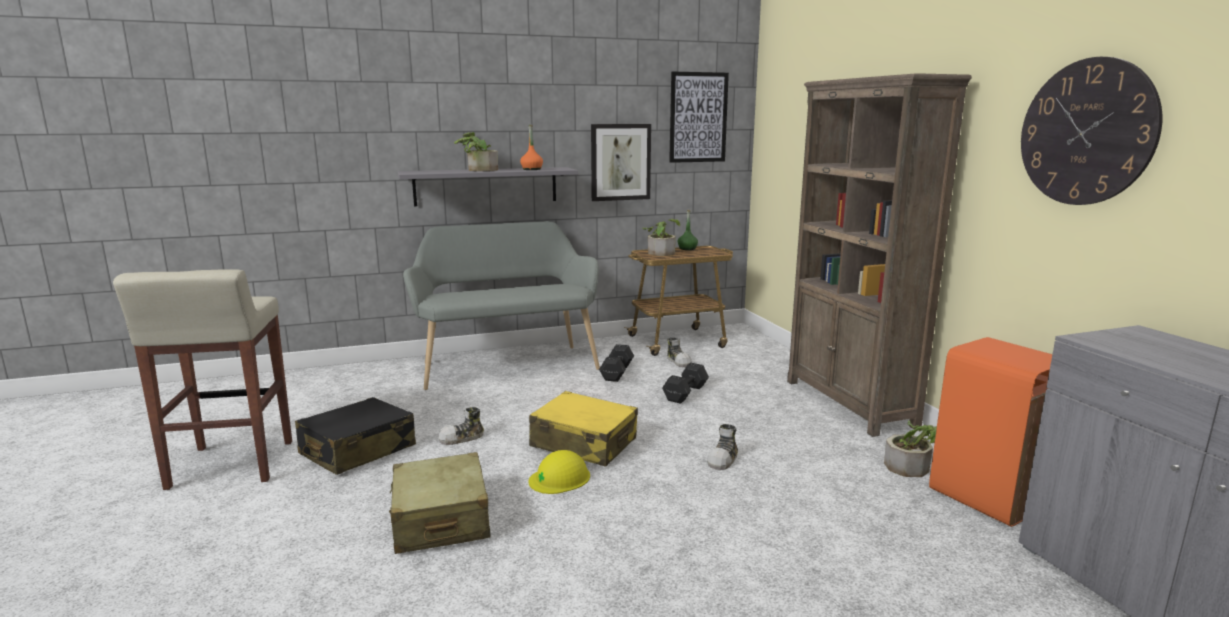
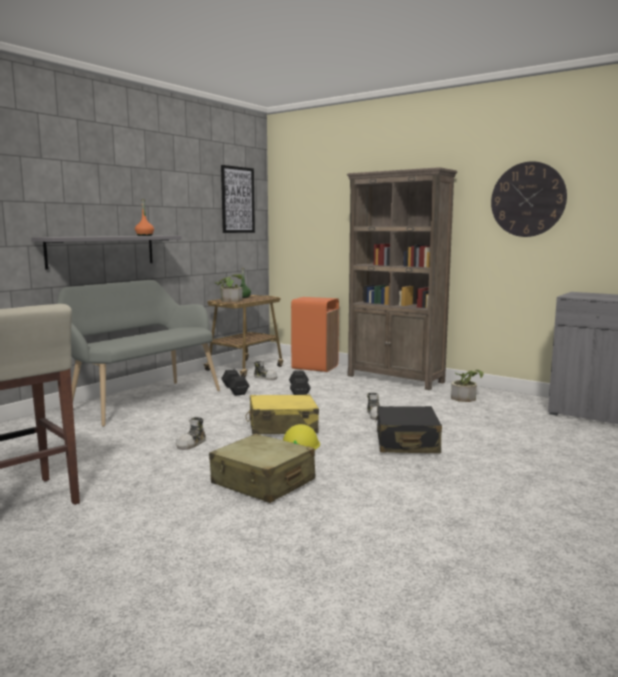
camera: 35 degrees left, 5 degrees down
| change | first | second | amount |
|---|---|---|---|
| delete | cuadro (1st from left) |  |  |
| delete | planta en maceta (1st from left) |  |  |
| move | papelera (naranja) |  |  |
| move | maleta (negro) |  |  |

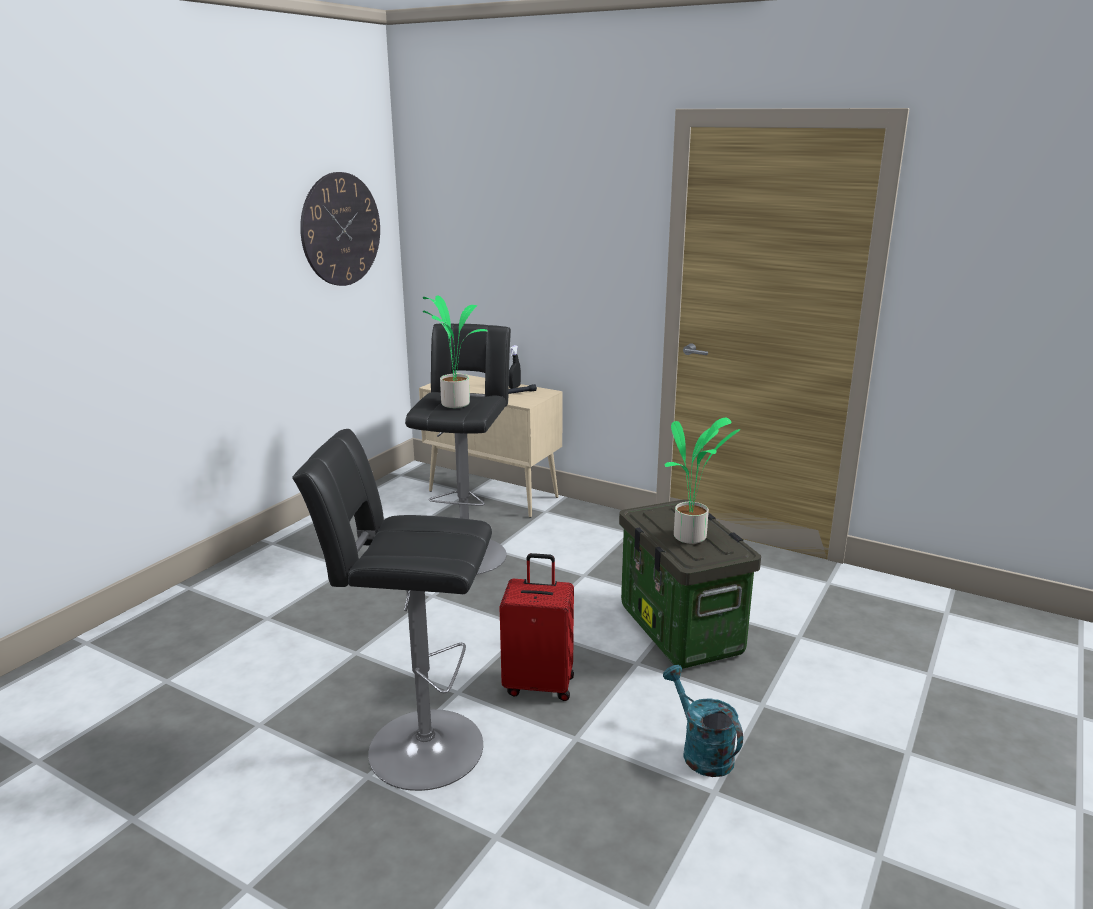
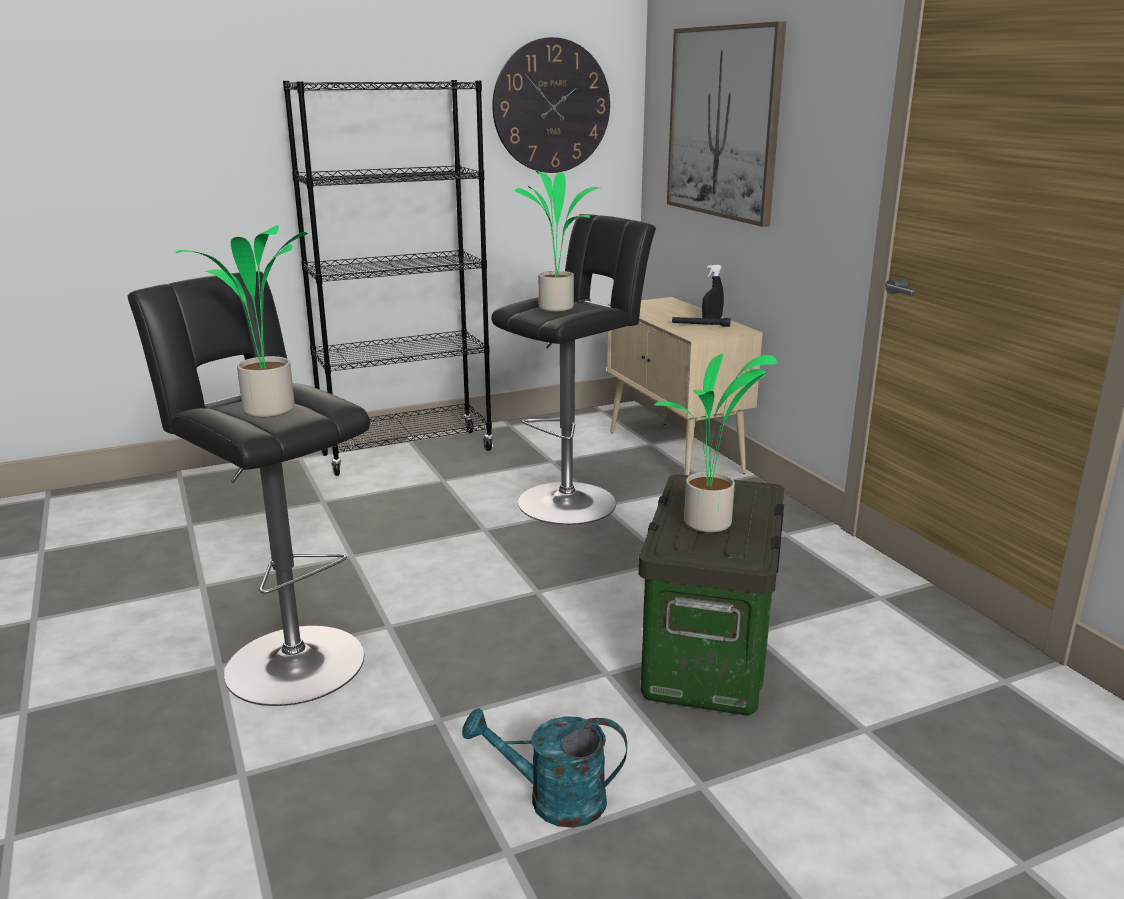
camera: 35 degrees right, 0 degrees up
| change | first | second | amount |
|---|---|---|---|
| delete | maleta (rojo) |  |  |
| rotate | regadera (turquesa) |  | 90 degrees counterclockwise |
| insert |  | cuadro |  |
| insert |  | estantería (negro) |  |
| insert |  | planta en maceta (1st from left) |  |

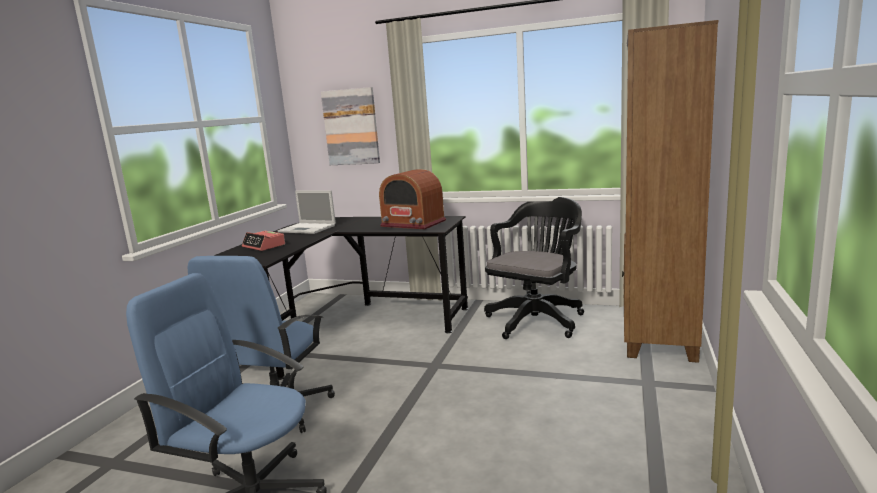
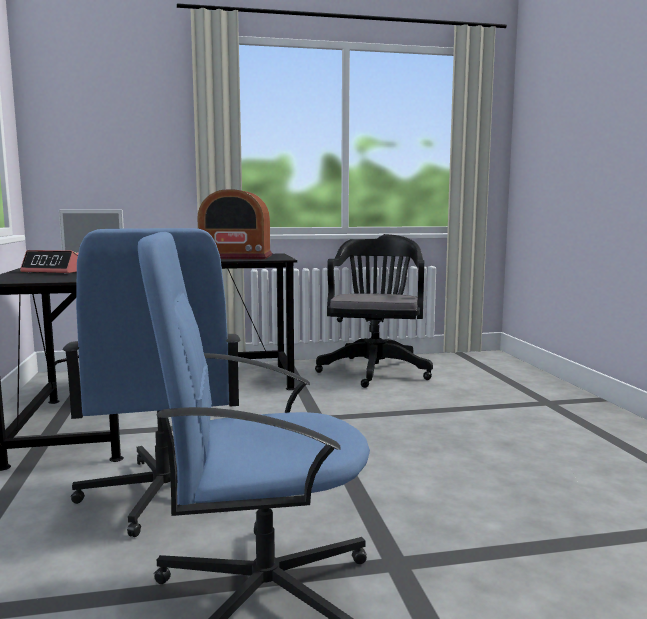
camera: 30 degrees left, 5 degrees down
| change | first | second | amount |
|---|---|---|---|
| delete | estantería (marrón) |  |  |
| delete | cuadro |  |  |

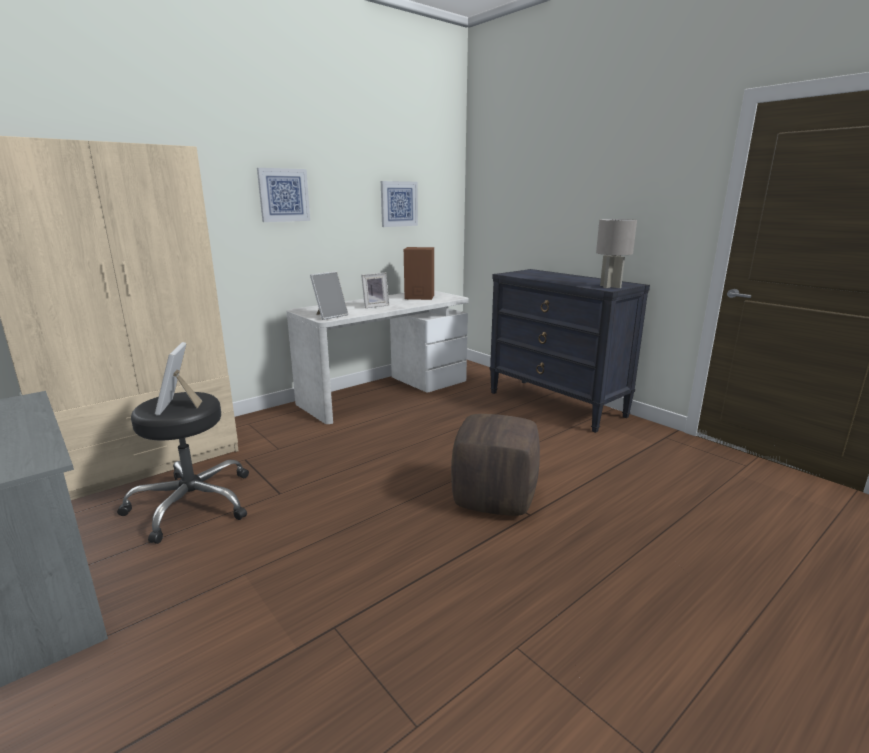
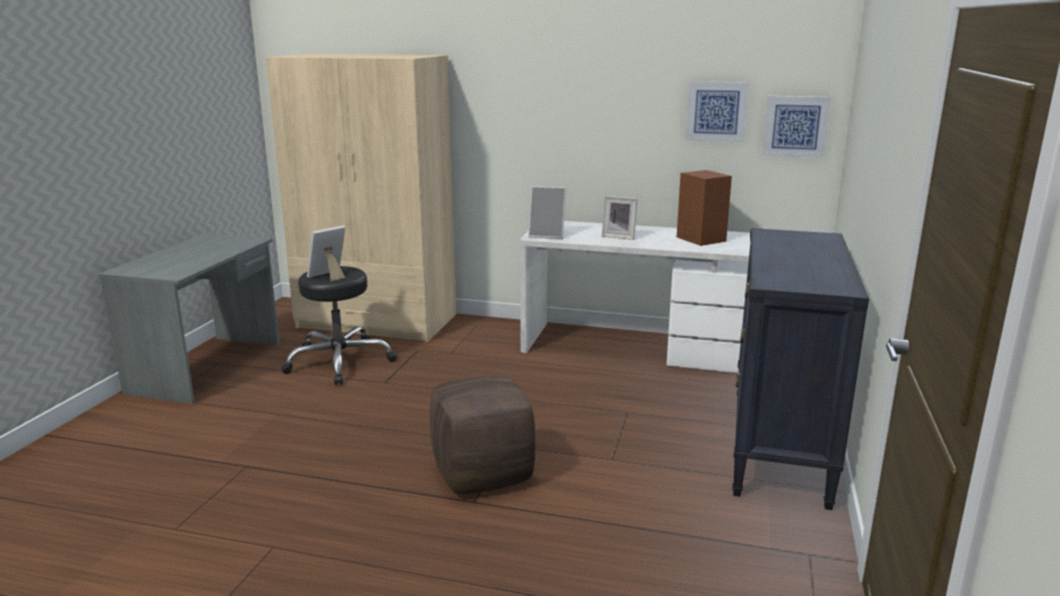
camera: 55 degrees right, 0 degrees up
| change | first | second | amount |
|---|---|---|---|
| move | cuadro (1st from left in the first image) | cuadro (2nd from left) |  |
| delete | lámpara de mesa (gris) |  |  |

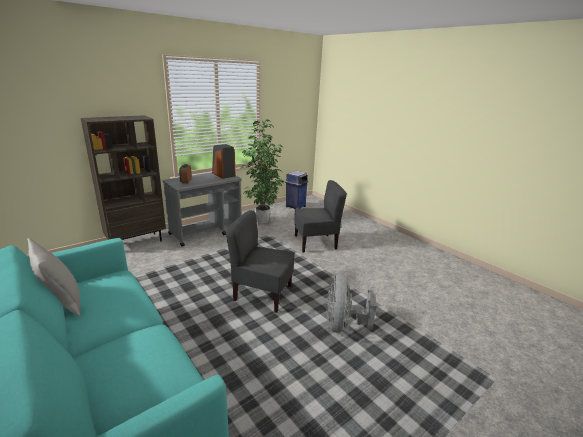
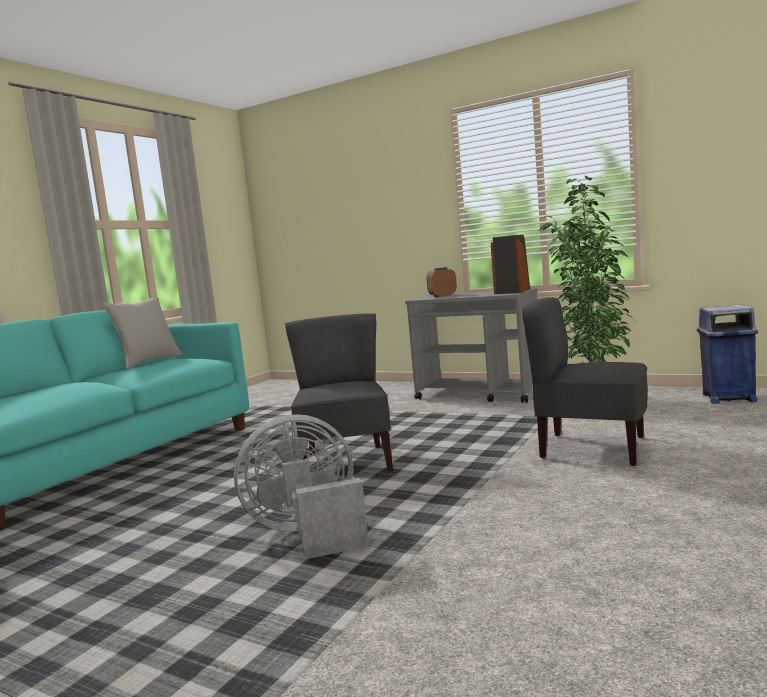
camera: 70 degrees right, 15 degrees down
| change | first | second | amount |
|---|---|---|---|
| delete | estantería (marrón) |  |  |
| rotate | silla (gris) (2nd from left) |  | 150 degrees clockwise |

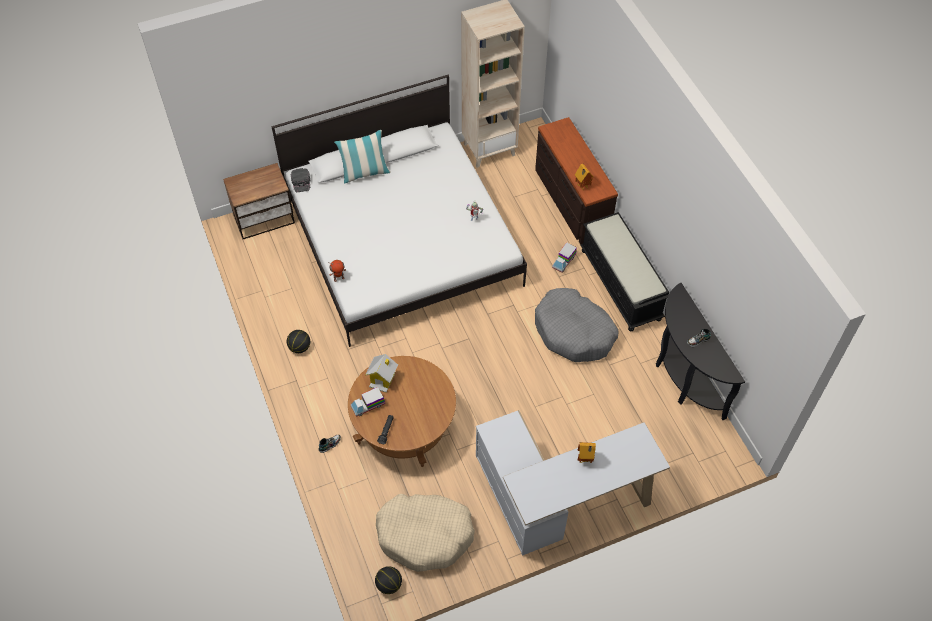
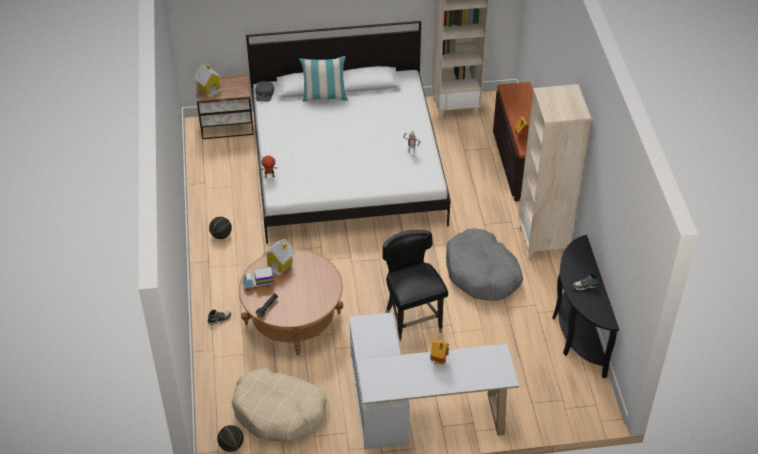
camera: 15 degrees right, 10 degrees down
| change | first | second | amount |
|---|---|---|---|
| replace | banco (negro) | estantería (beis) (2nd from left) |  |
| delete | camión de juguete (2nd from left) |  |  |
| insert |  | casita (1st from left) |  |
| insert |  | silla (negro) |  |

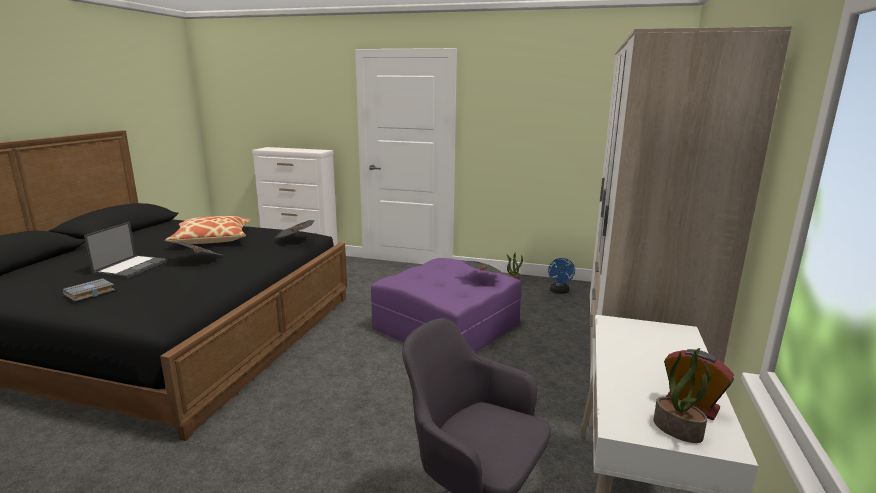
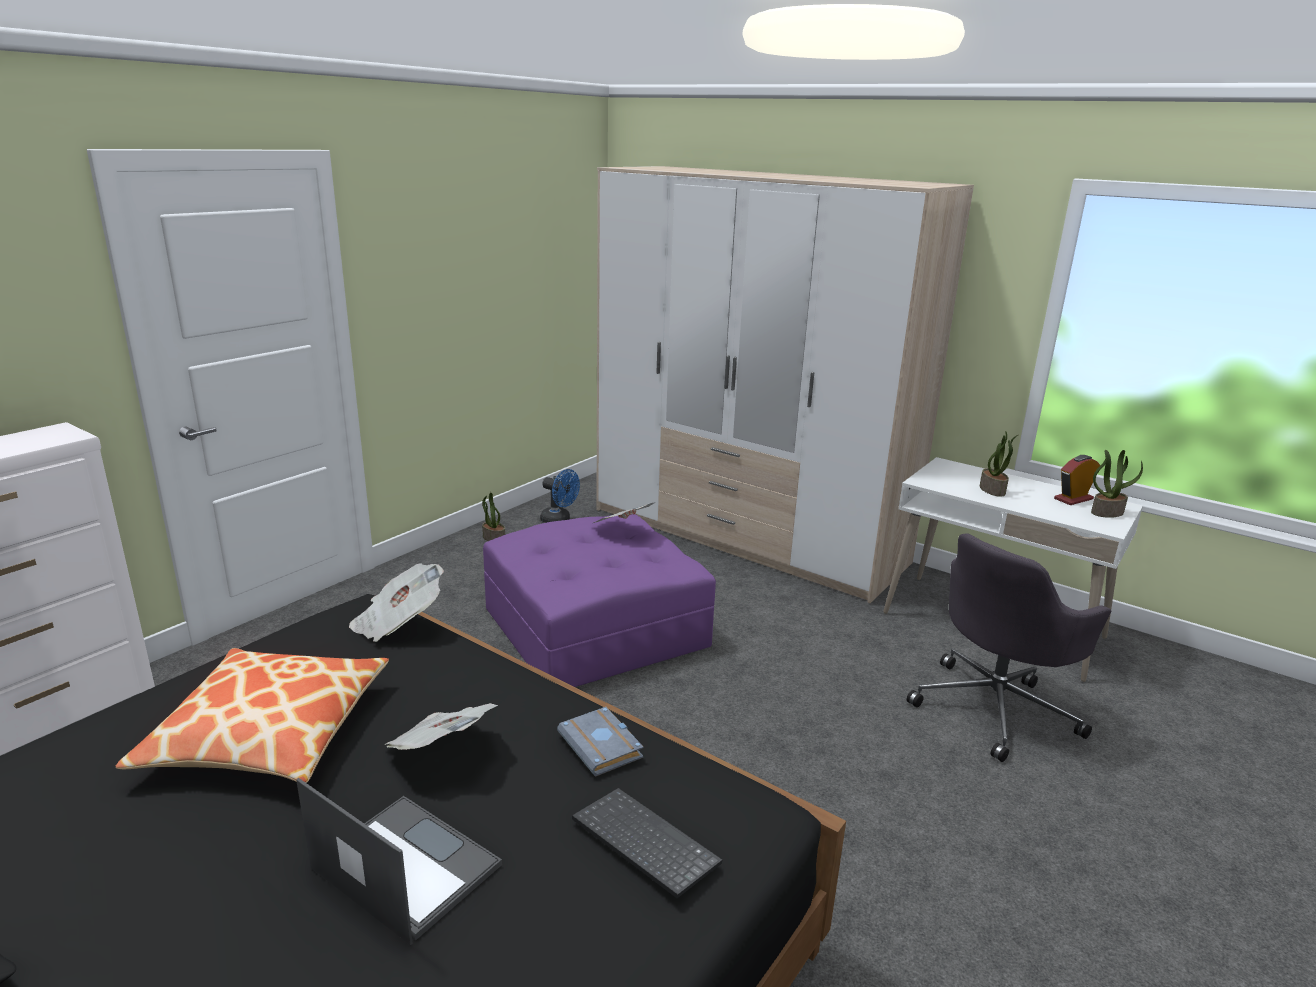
camera: 70 degrees left, 5 degrees up
| change | first | second | amount |
|---|---|---|---|
| move | libro (gris) |  |  |
| insert |  | planta en maceta (2nd from left) |  |
| insert |  | teclado |  |

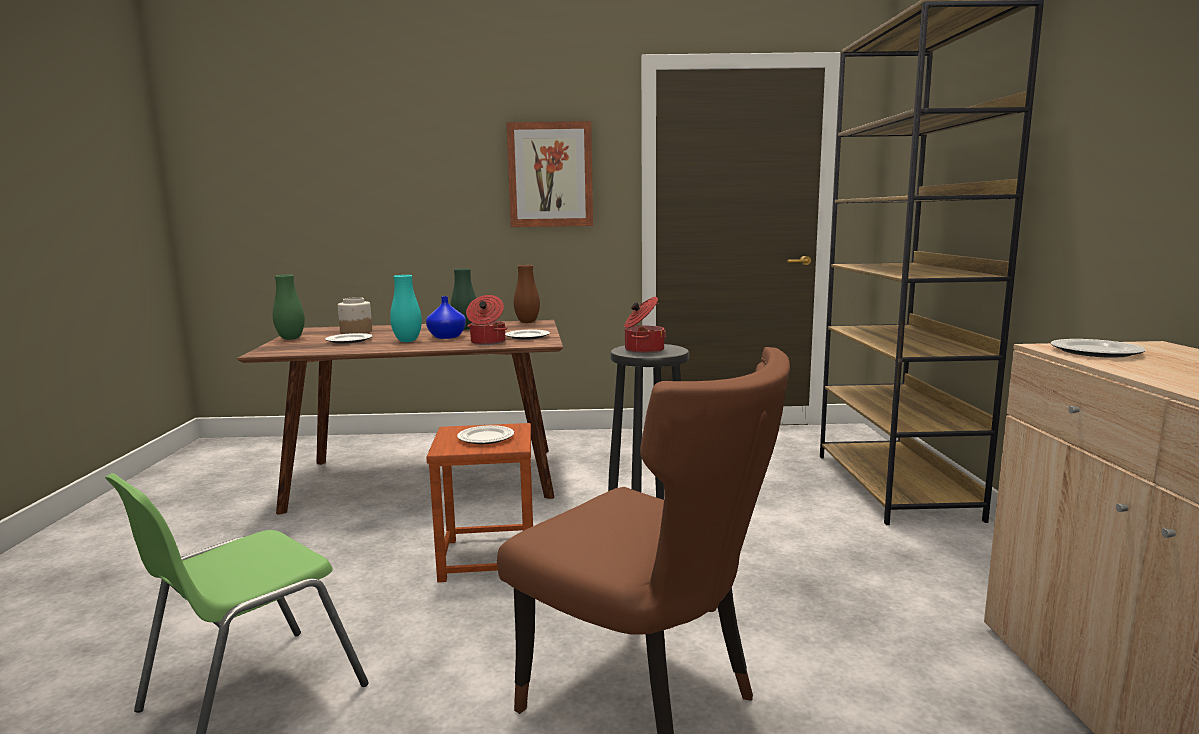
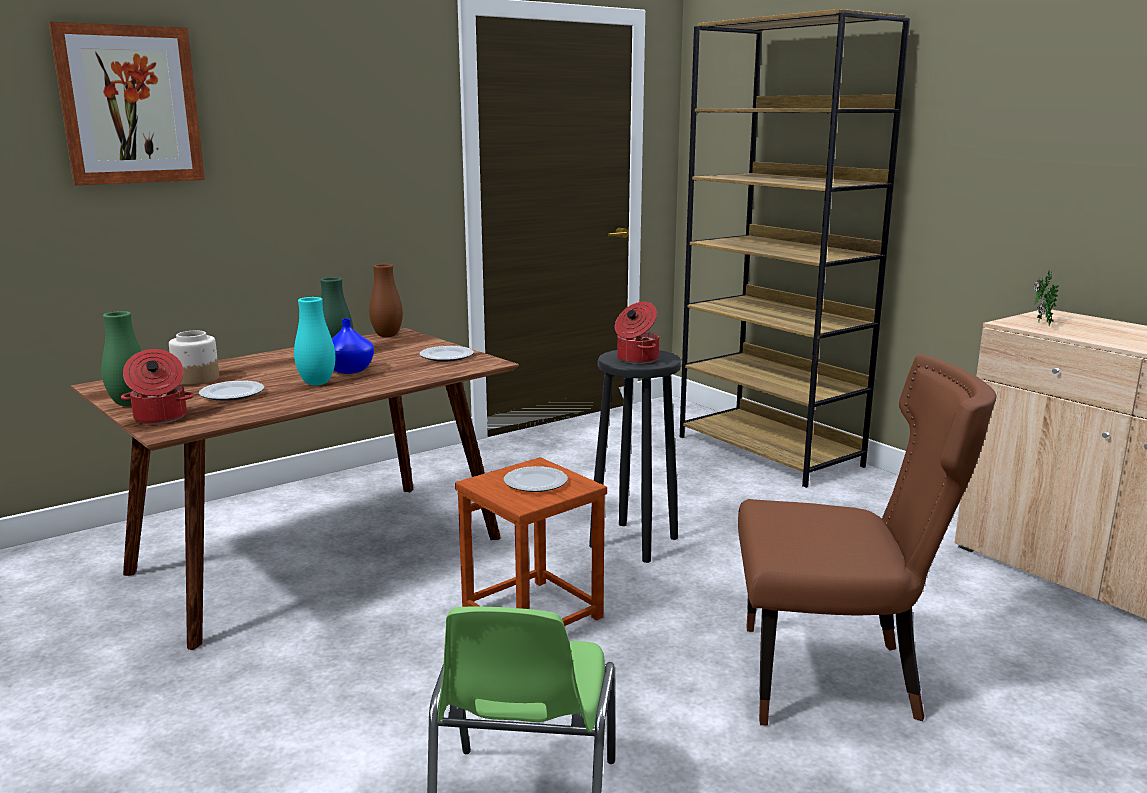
camera: 35 degrees left, 5 degrees up
| change | first | second | amount |
|---|---|---|---|
| move | cuadro |  |  |
| move | olla (1st from left) |  |  |
| replace | plato (4th from left) | planta en maceta |  |

